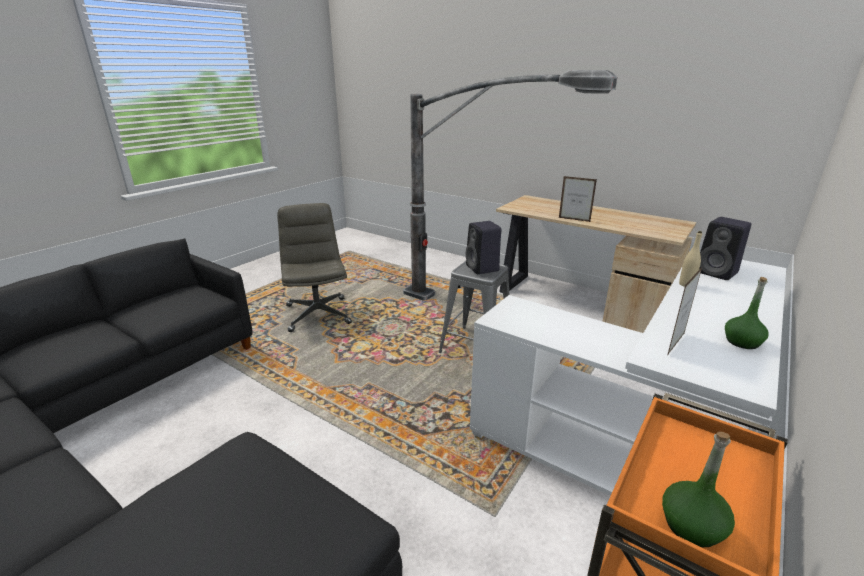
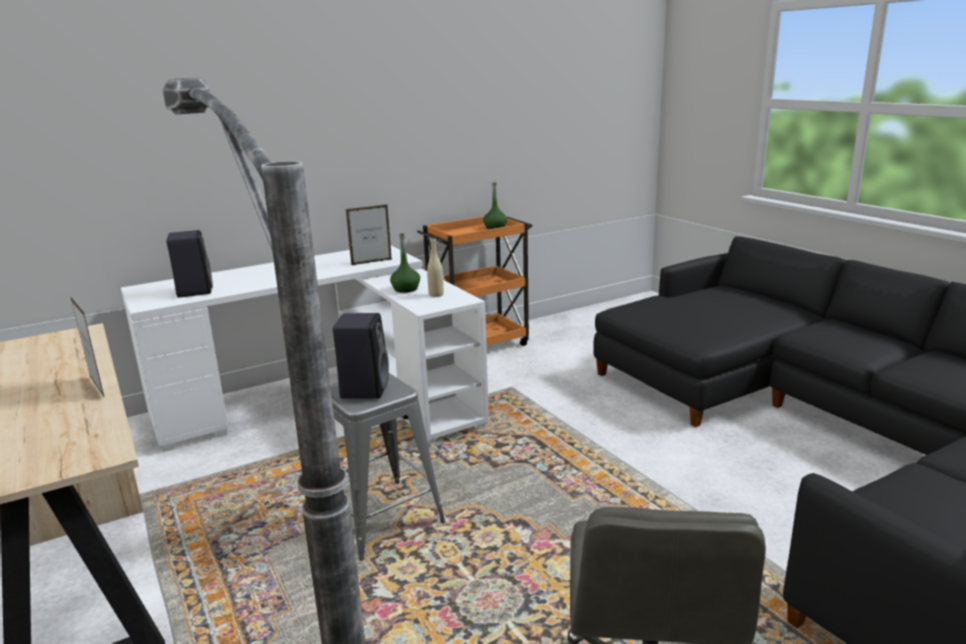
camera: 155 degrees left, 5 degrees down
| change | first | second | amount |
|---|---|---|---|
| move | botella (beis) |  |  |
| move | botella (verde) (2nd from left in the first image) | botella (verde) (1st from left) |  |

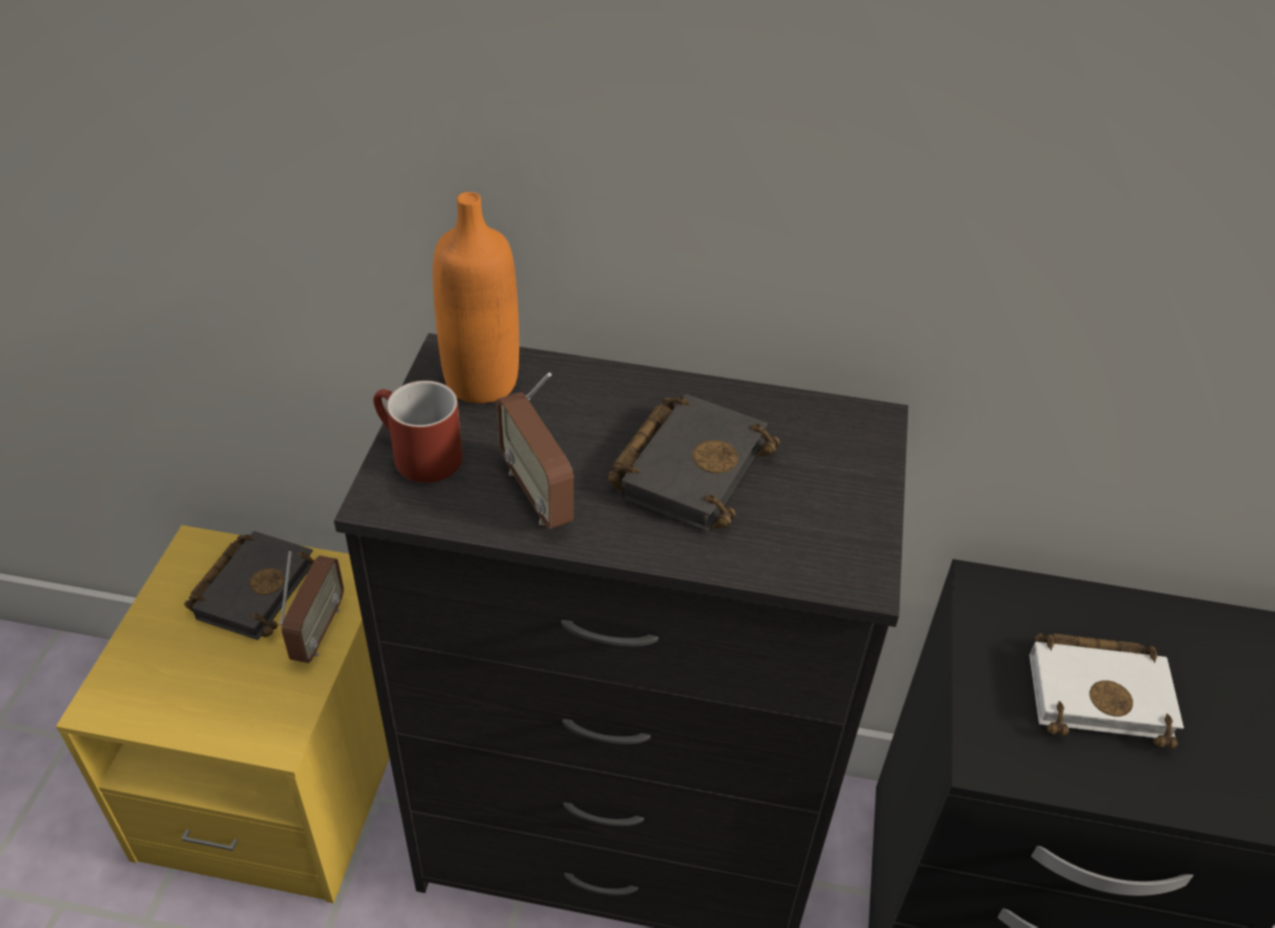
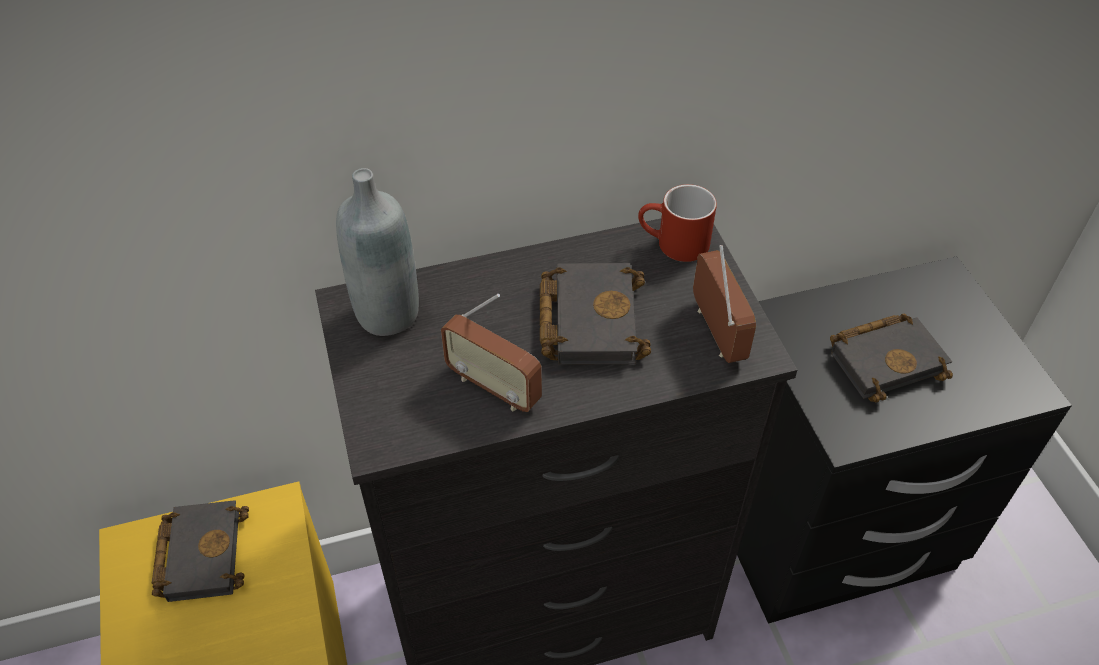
camera: 25 degrees left, 5 degrees up
| change | first | second | amount |
|---|---|---|---|
| recolor | botella (naranja) | botella (gris) |  |
| move | taza grande (rojo) |  |  |
| move | radio (1st from left in the first image) | radio (2nd from left) |  |
| recolor | libro (blanco) | libro (negro) (3rd from left) |  |

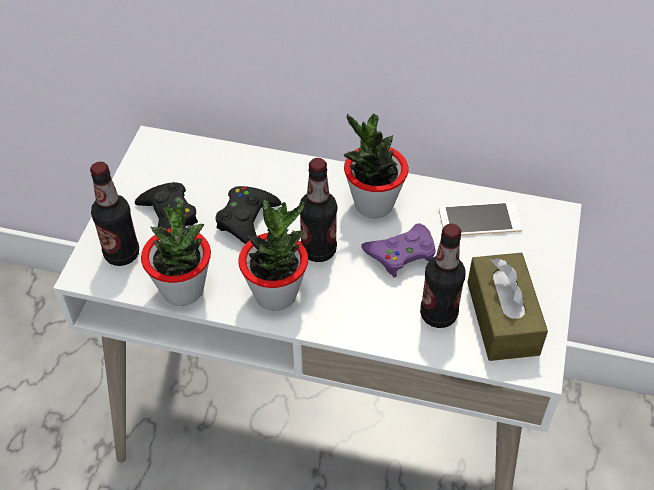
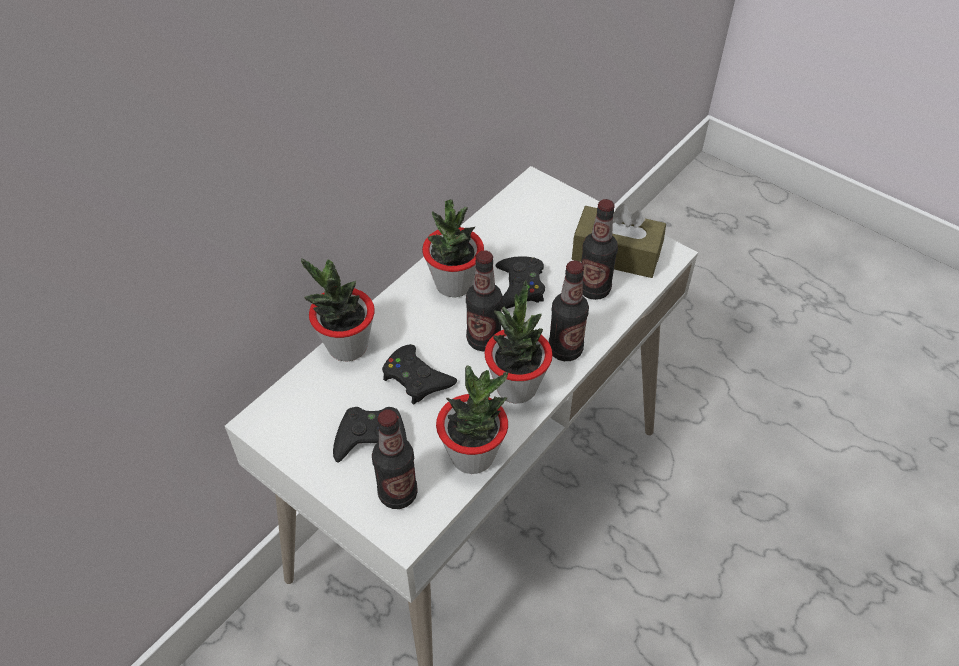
camera: 65 degrees left, 0 degrees up
| change | first | second | amount |
|---|---|---|---|
| delete | móvil |  |  |
| recolor | mando de consola (morado) | mando de consola (negro) (3rd from left) |  |
| insert |  | planta en maceta (1st from left) |  |
| insert |  | botella (3rd from left) |  |

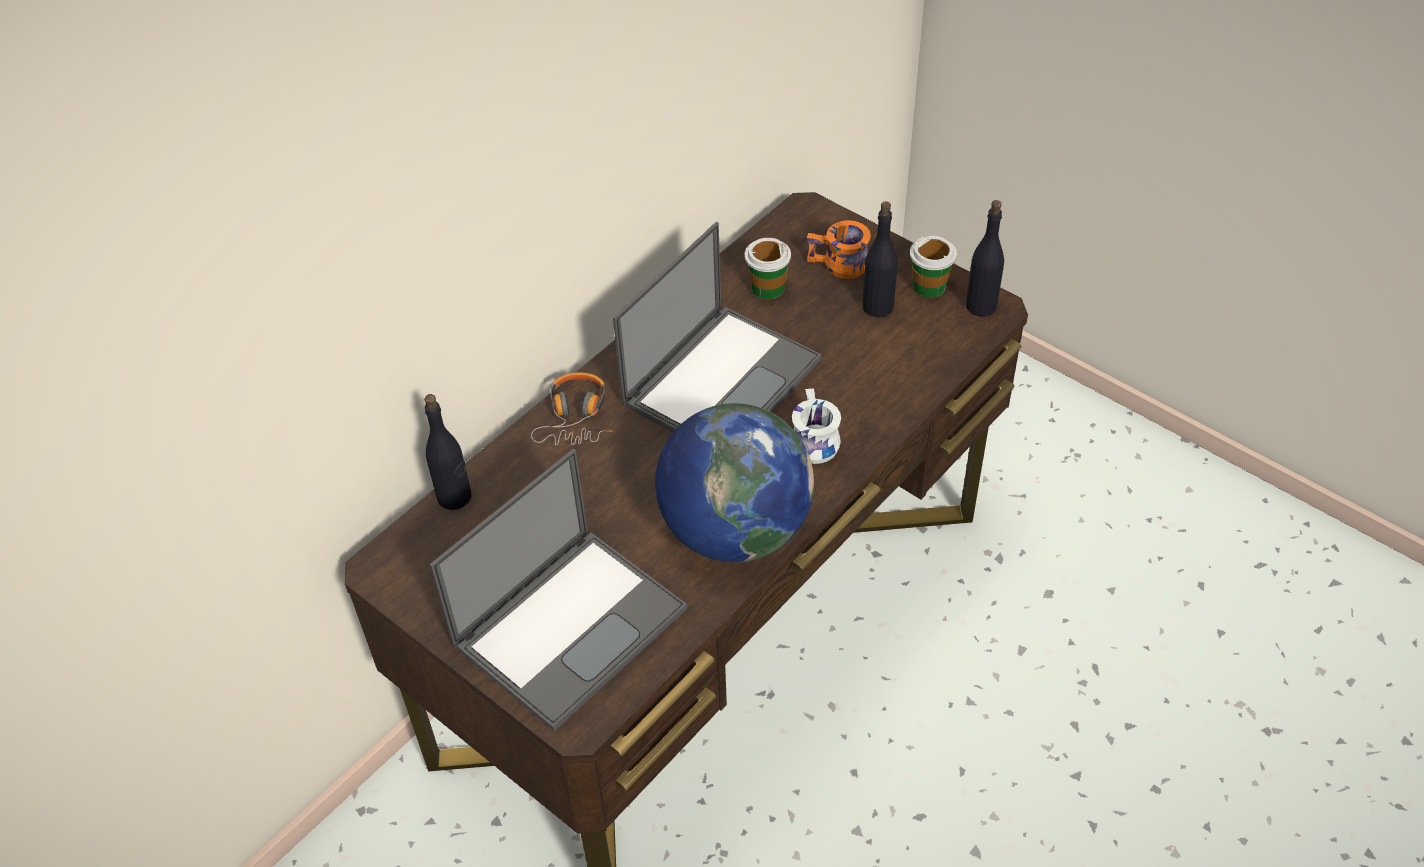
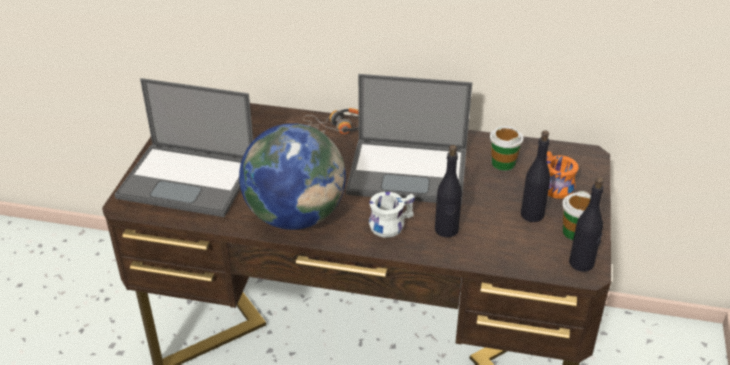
camera: 60 degrees right, 10 degrees down
| change | first | second | amount |
|---|---|---|---|
| move | botella (negro) (1st from left) |  |  |

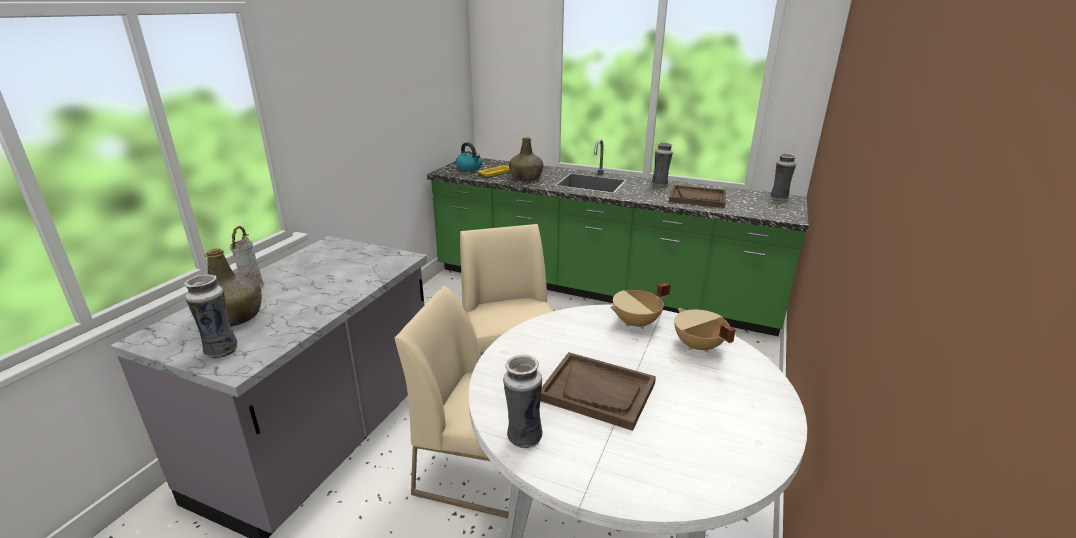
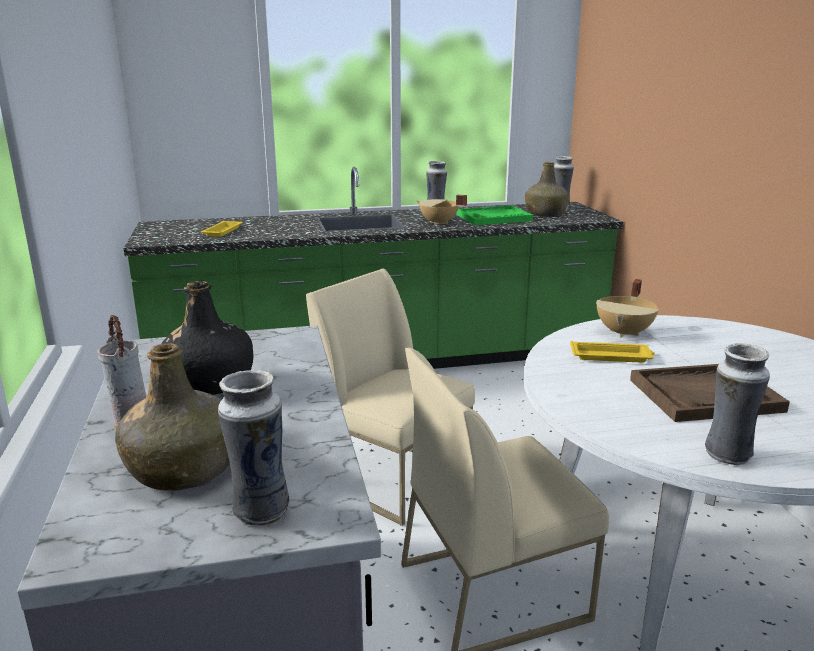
camera: 35 degrees left, 5 degrees down
| change | first | second | amount |
|---|---|---|---|
| move | botella (verde) (2nd from left) |  |  |
| delete | hervidor |  |  |
| recolor | bandeja (marrón) (2nd from left) | bandeja (verde) |  |
| move | olla (beis) (2nd from left in the first image) | olla (beis) (1st from left) |  |
| insert |  | botella (negro) |  |
| insert |  | bandeja (amarillo) (2nd from left) |  |

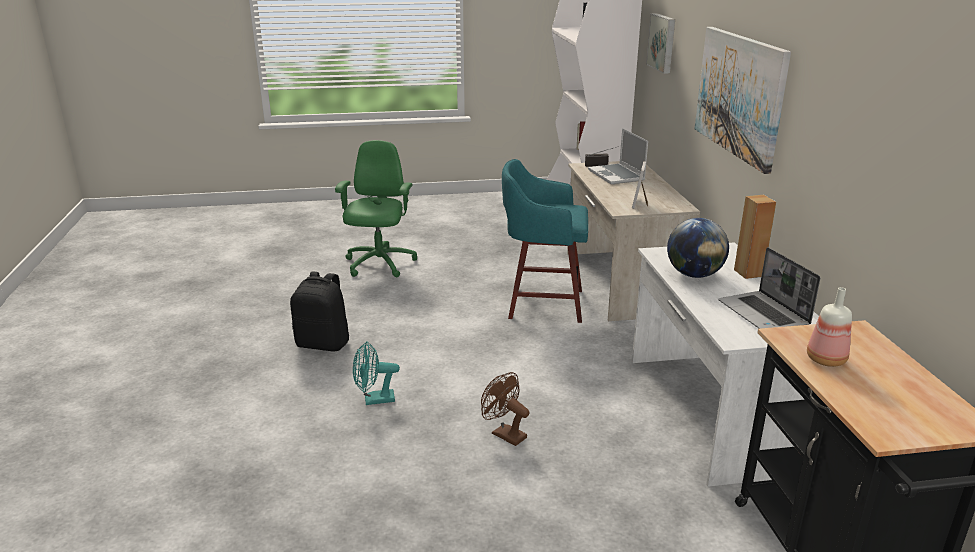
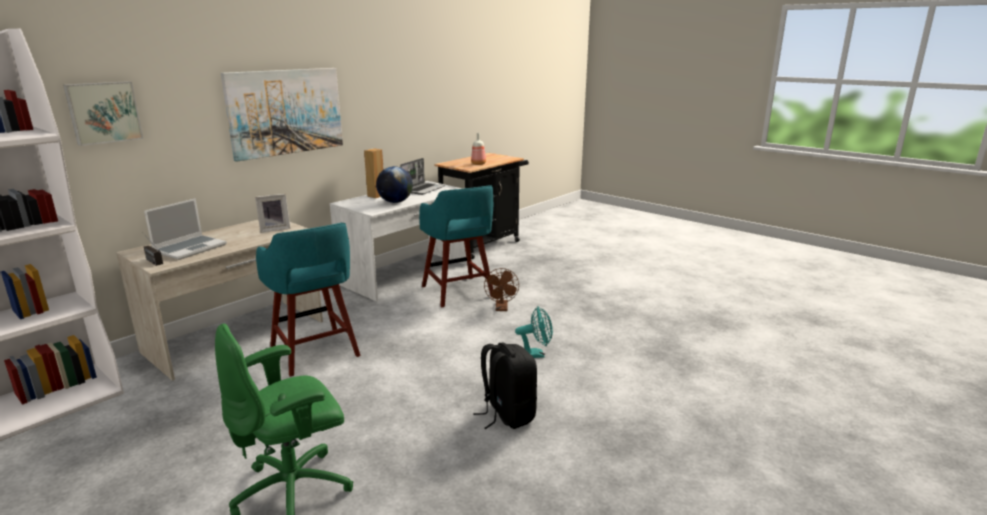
camera: 130 degrees left, 5 degrees down
| change | first | second | amount |
|---|---|---|---|
| rotate | ventilador (turquesa) |  | 45 degrees counterclockwise |
| insert |  | taburete (turquesa) (2nd from left) |  |

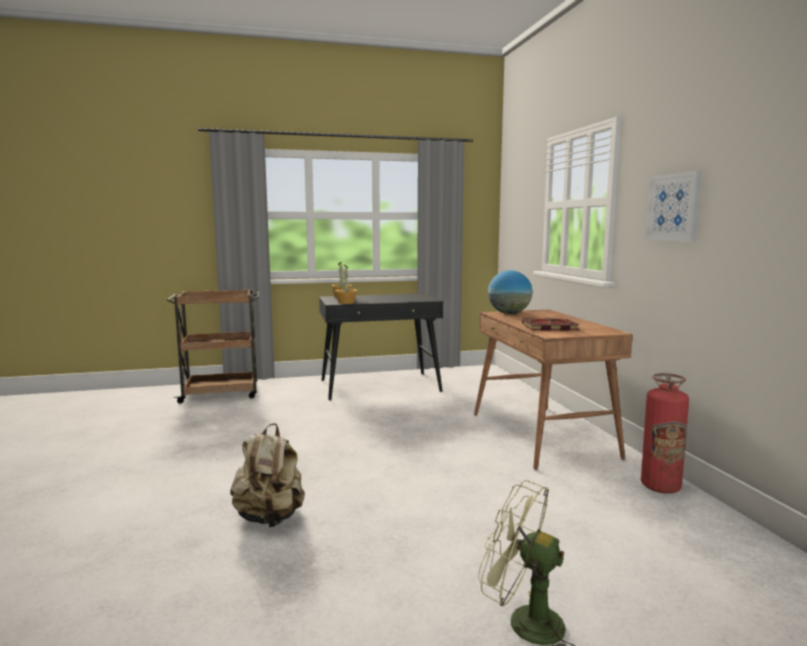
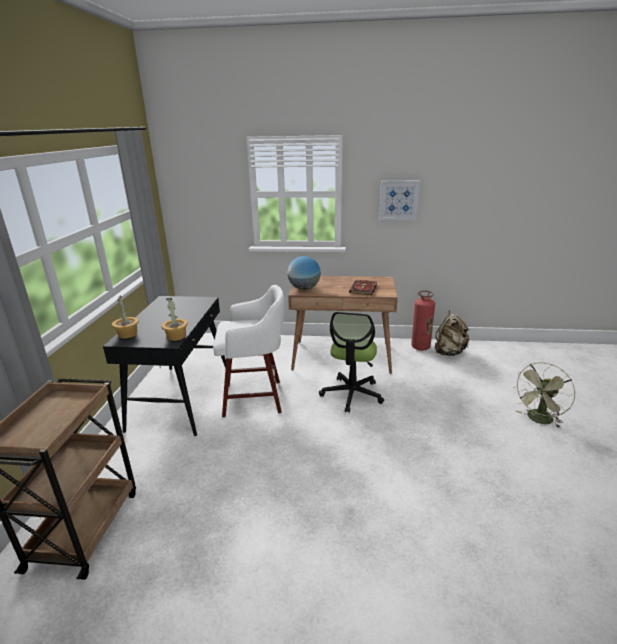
camera: 70 degrees left, 15 degrees up
| change | first | second | amount |
|---|---|---|---|
| move | mochila (beis) |  |  |
| insert |  | taburete (blanco) |  |
| insert |  | silla de oficina |  |

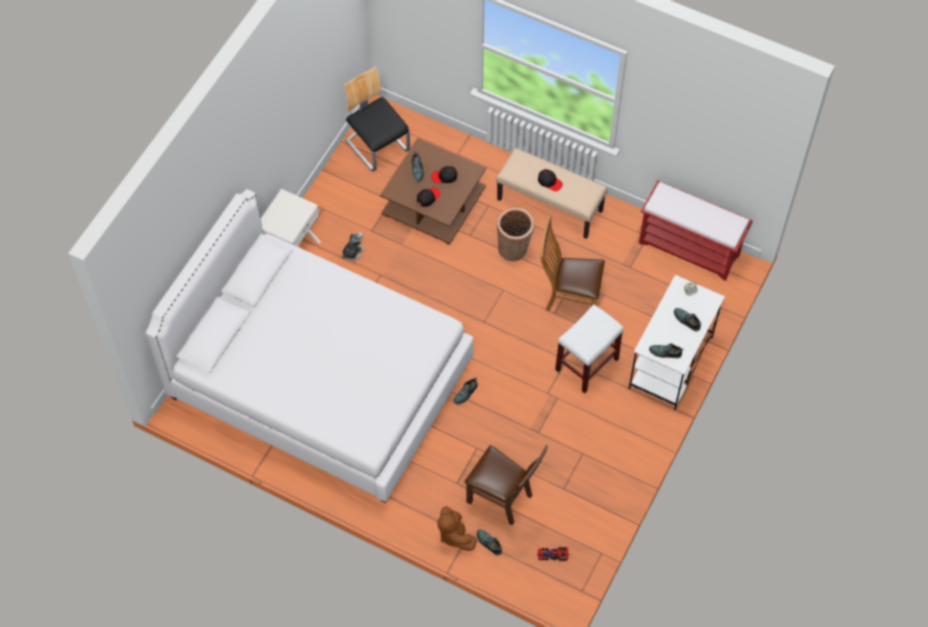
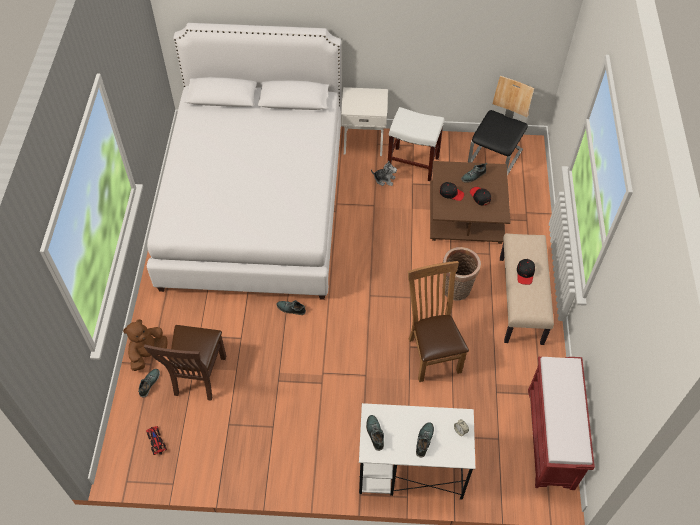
camera: 65 degrees right, 5 degrees down
| change | first | second | amount |
|---|---|---|---|
| move | taburete (blanco) |  |  |

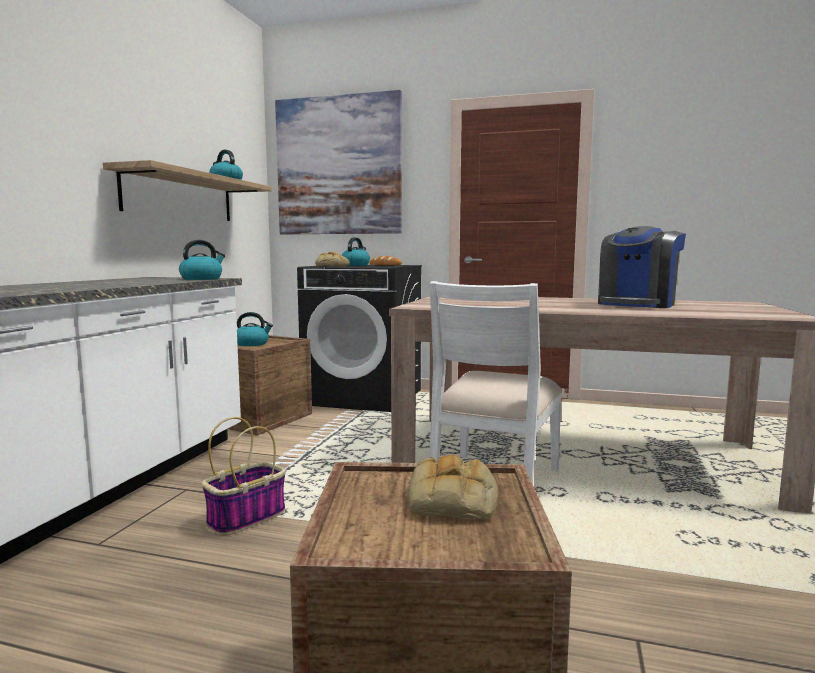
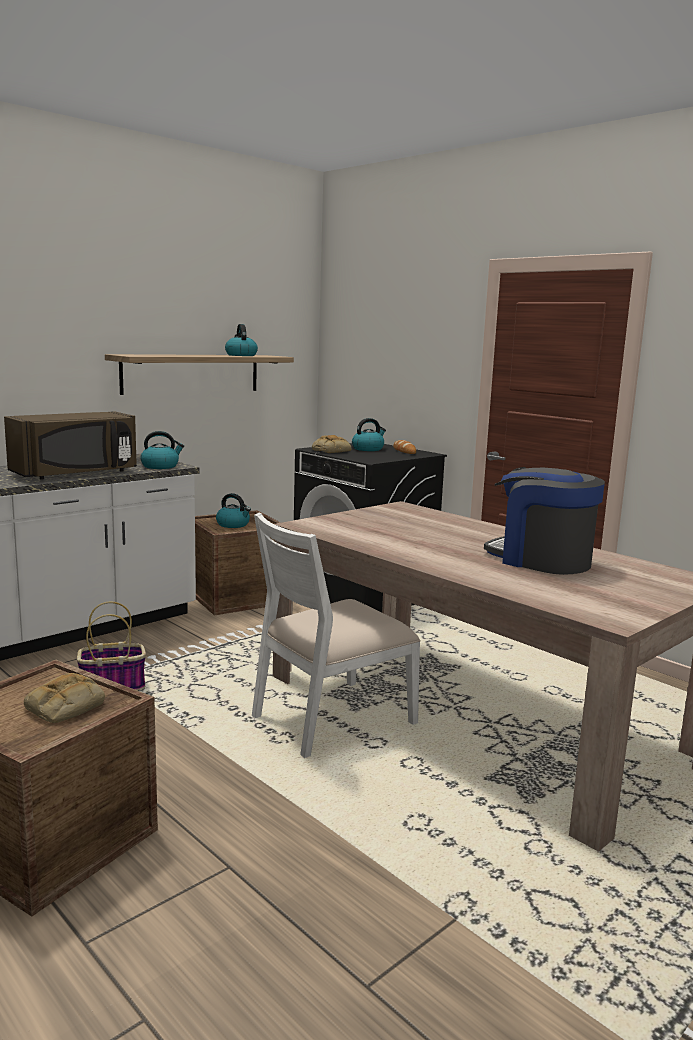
camera: 30 degrees right, 5 degrees up
| change | first | second | amount |
|---|---|---|---|
| delete | cuadro |  |  |
| rotate | cafetera |  | 60 degrees clockwise |
| insert |  | microondas (marrón) |  |

